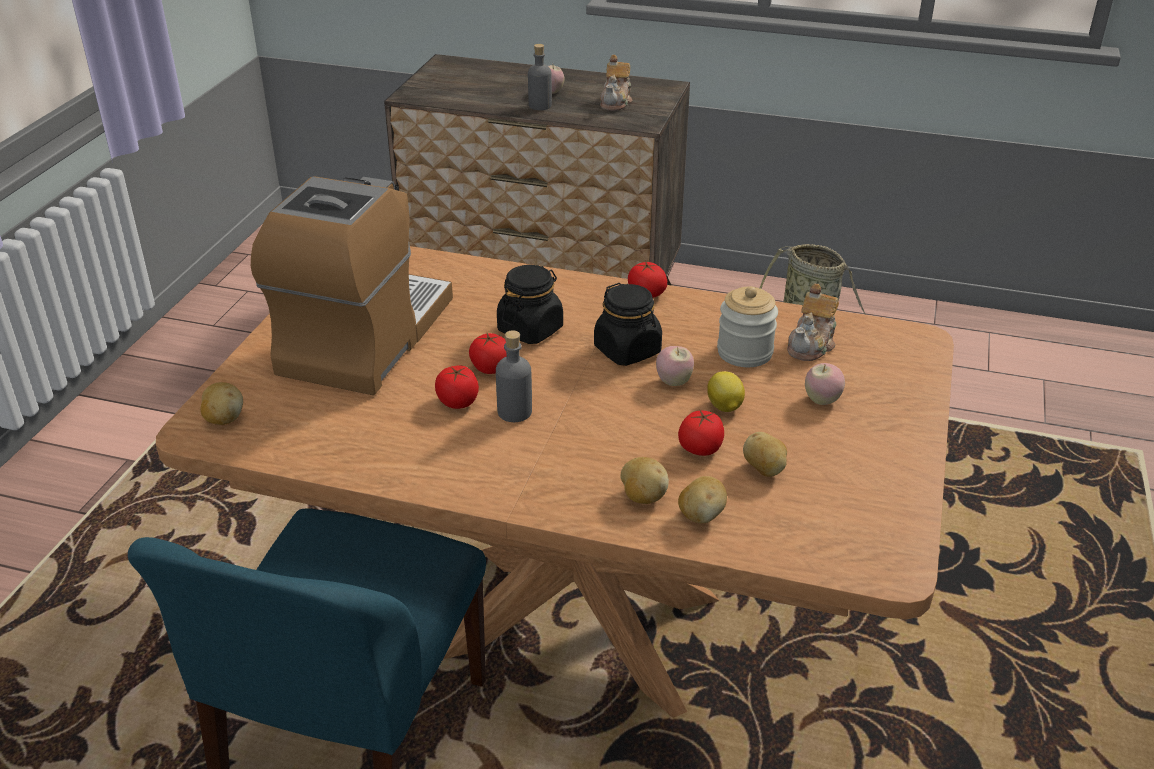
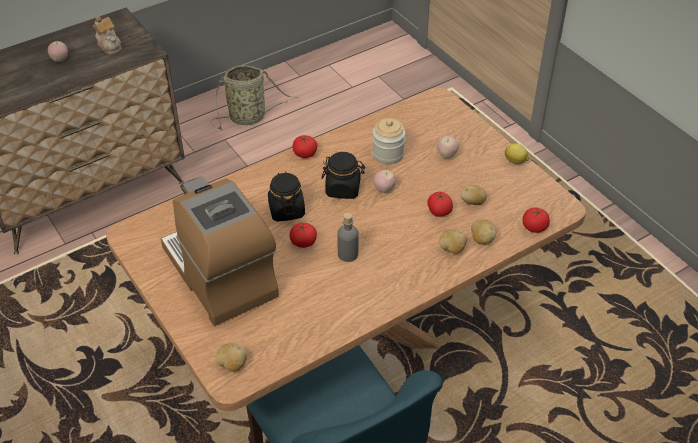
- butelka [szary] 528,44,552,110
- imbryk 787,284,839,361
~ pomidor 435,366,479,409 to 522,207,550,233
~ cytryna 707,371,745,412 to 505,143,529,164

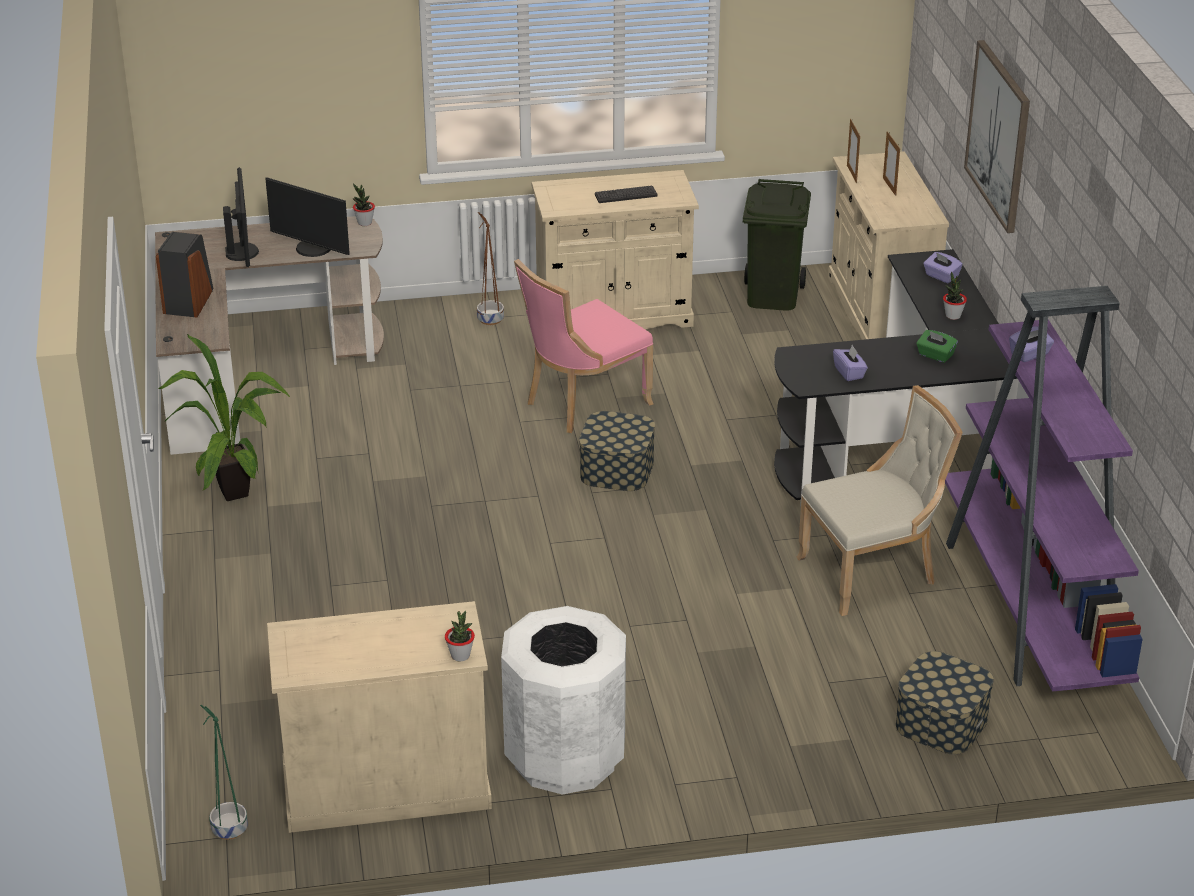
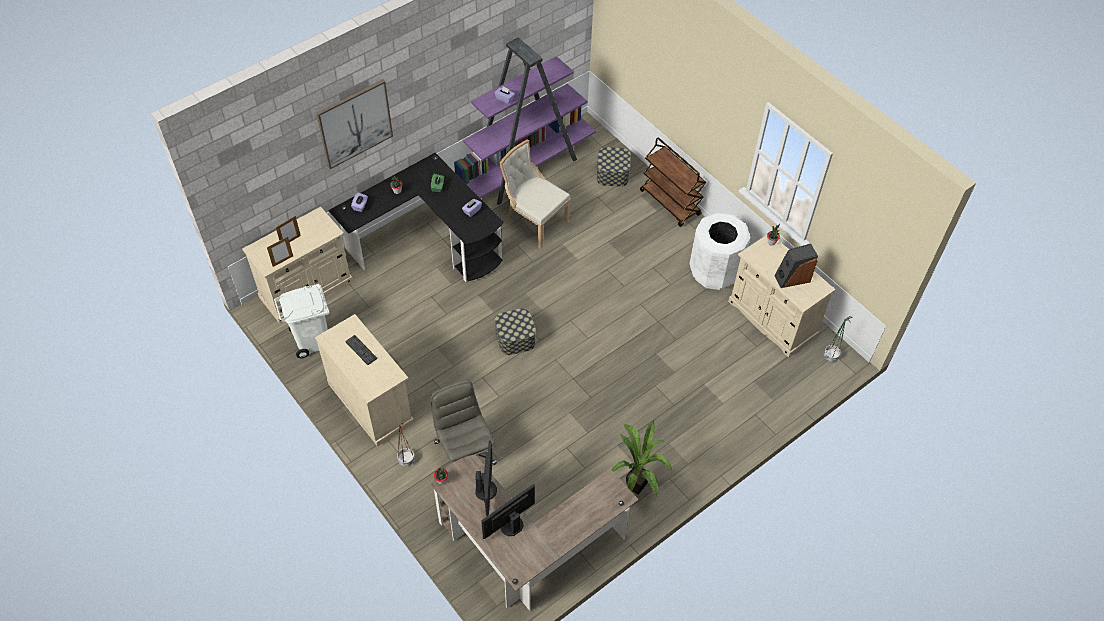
~ kosz na śmieci [zielony] 743,179,811,311 to kosz na śmieci [biały] 274,284,330,358
~ głośnik 156,232,214,317 to 774,244,818,288
- krzesło [różowy] 514,259,653,433
+ wózek [brązowy] 640,138,706,227
+ krzesło biurowe [szary] 431,380,497,465

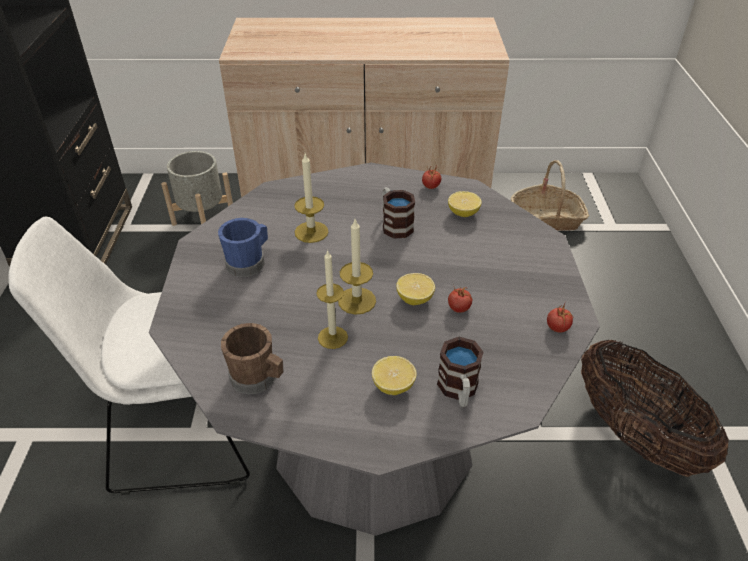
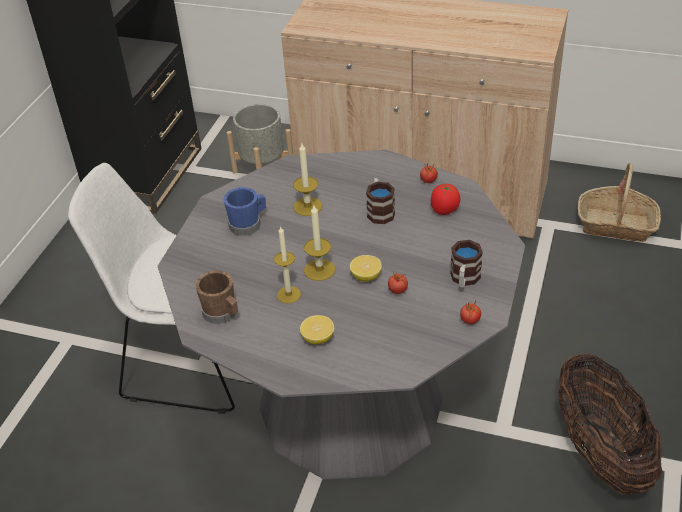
~ cytryna 448,191,482,217 to pomidor 431,184,461,215
~ kubek 437,337,484,407 to 450,240,483,289

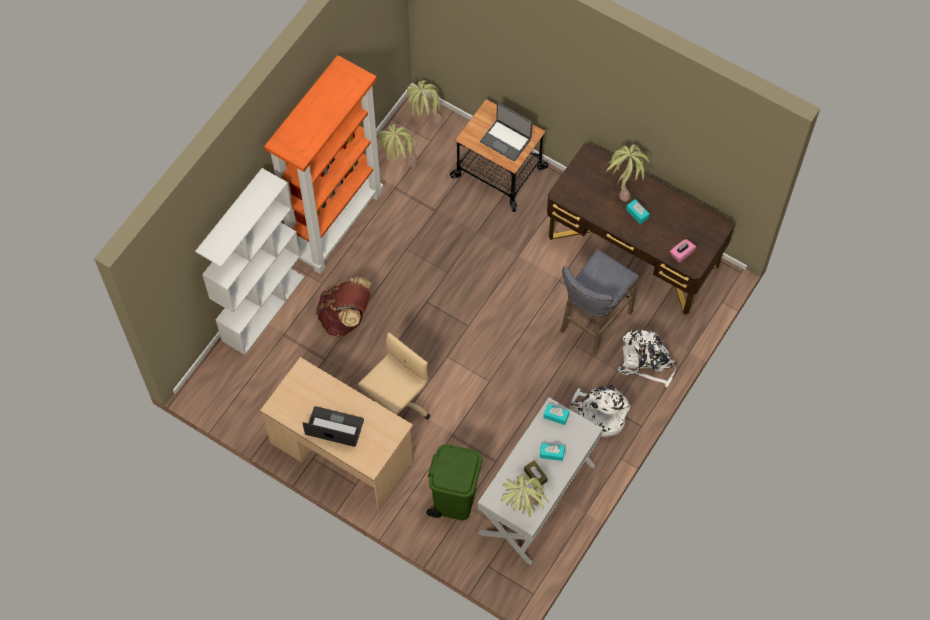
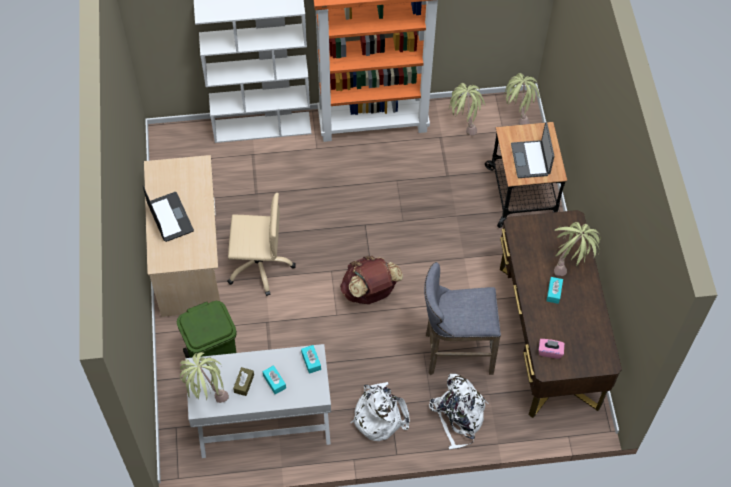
~ plecak [brązowy] 316,277,371,336 to 340,256,403,304

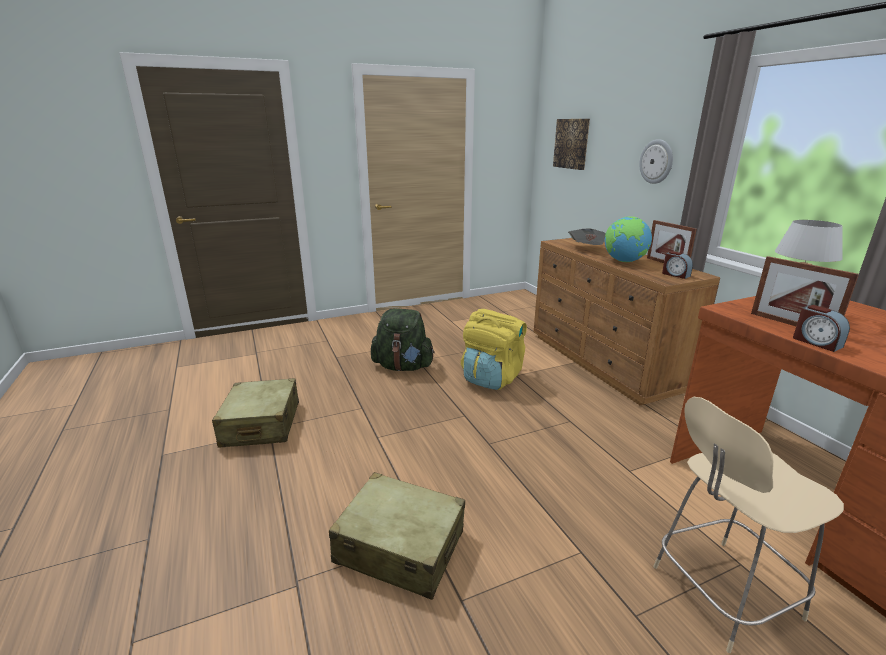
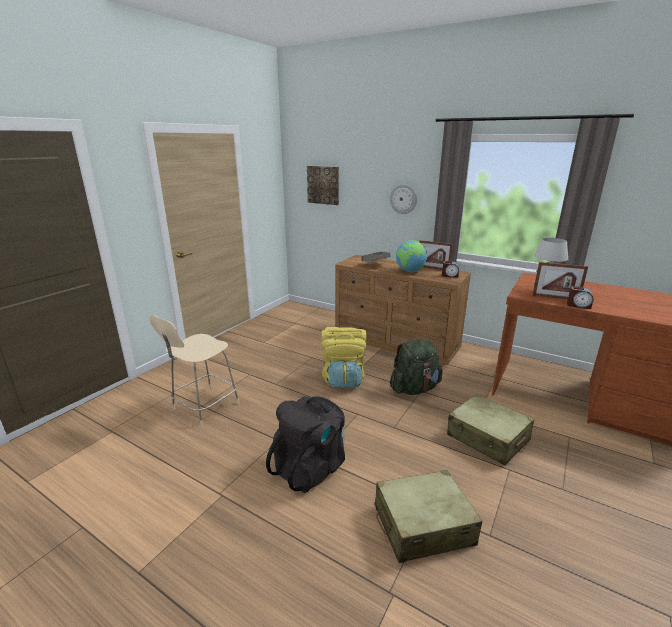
~ plecak [zielony] 371,308,435,371 to 390,339,443,395
~ walizka [beżowy] 212,378,299,448 to 447,394,534,466
~ stołek [beżowy] 653,397,844,653 to 150,315,239,427
+ plecak [czarny] 266,396,345,493

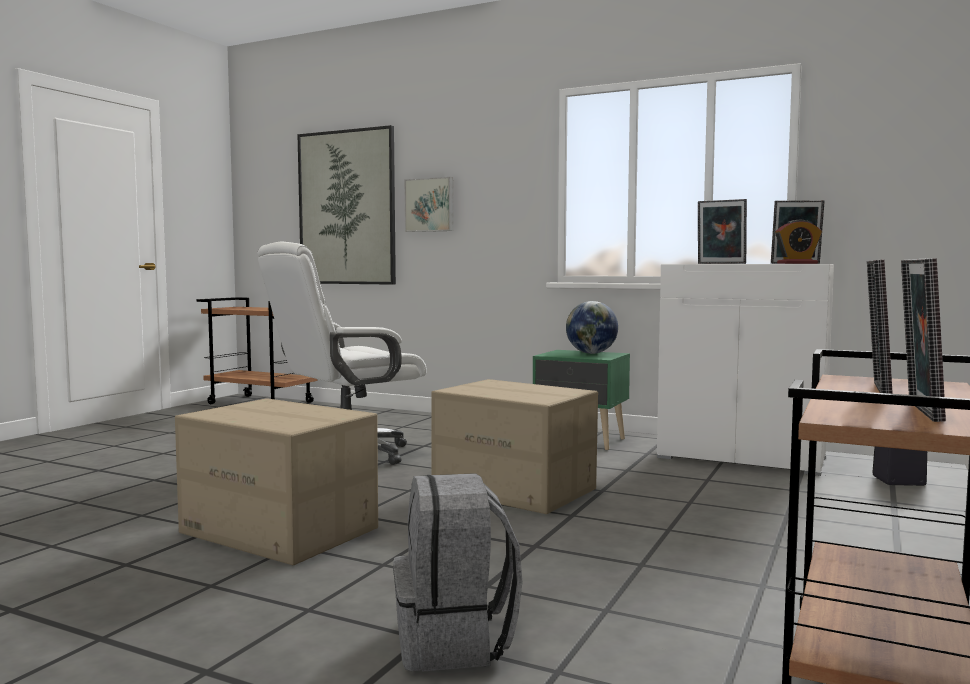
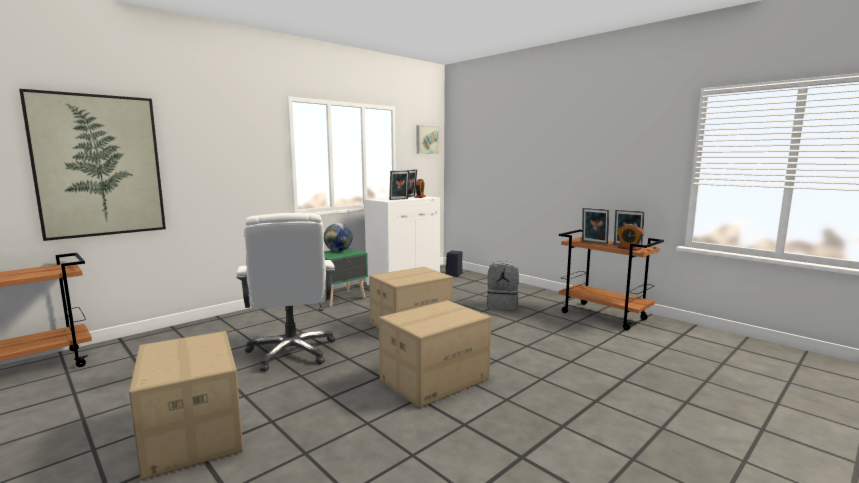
~ obraz 404,177,453,232 to 417,125,439,154
~ plecak [szary] 393,473,523,672 to 487,261,519,310
+ budzik 617,224,644,251
+ karton 129,331,243,480

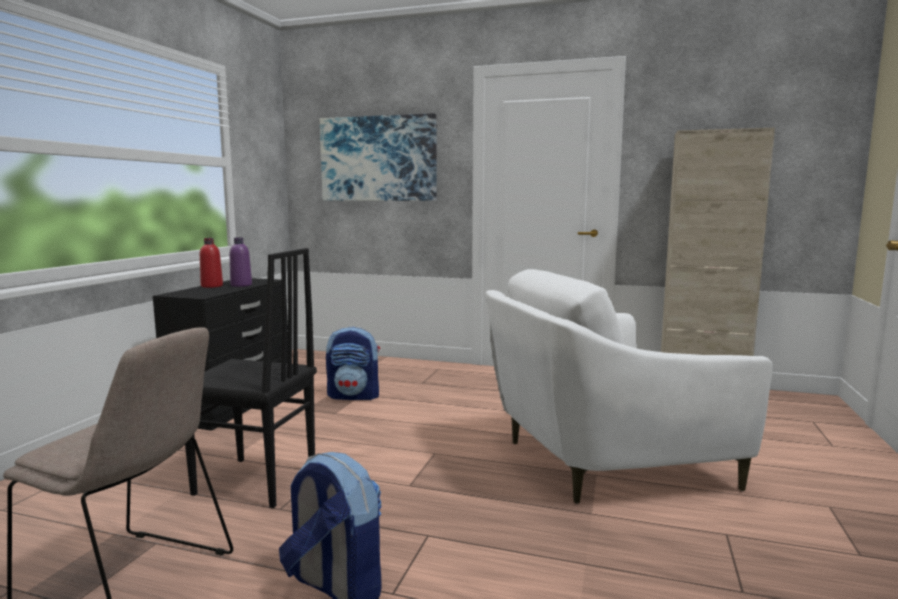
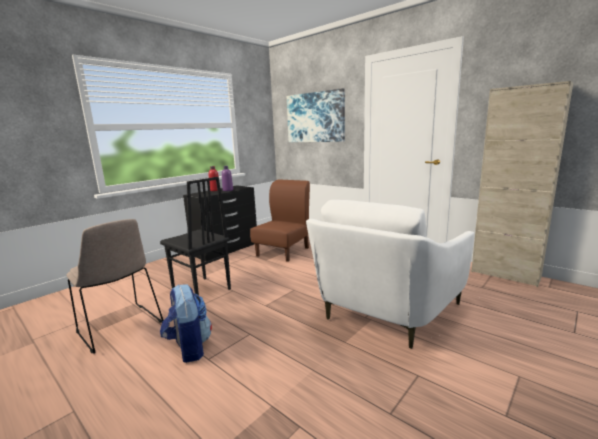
~ fotel [biały] 485,269,773,504 = 306,200,475,349 60 degrees counterclockwise
~ plecak 326,327,380,400 to krzesło [brązowy] 250,179,310,262

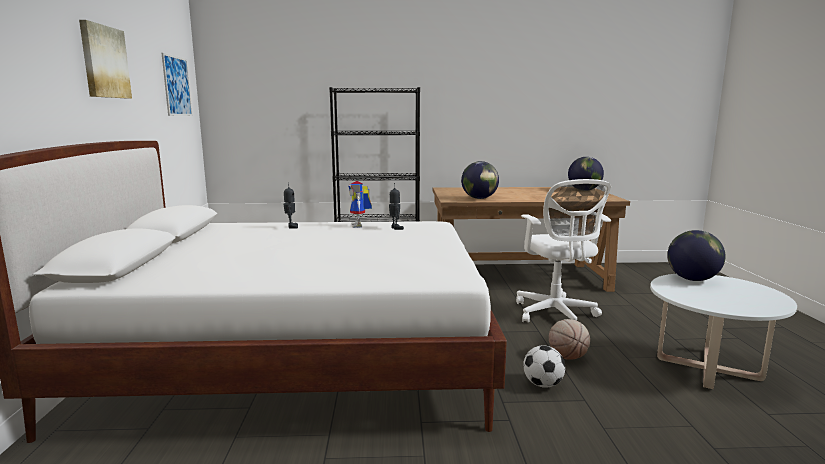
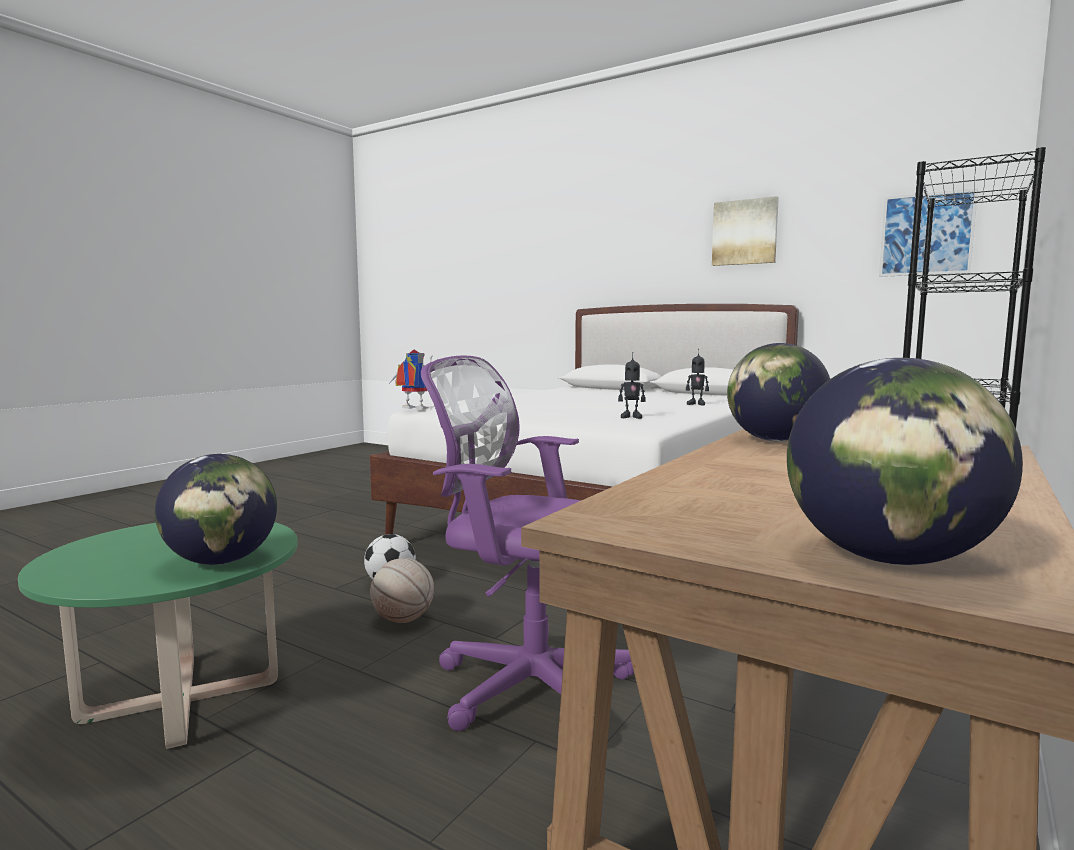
~ krzesło biurowe [biały] 516,179,611,323 to krzesło biurowe [fioletowy] 421,356,634,731
~ robot zabawkowy 348,181,372,228 to 389,349,438,409
~ ława [biały] 650,274,797,389 to ława [zielony] 18,522,298,749

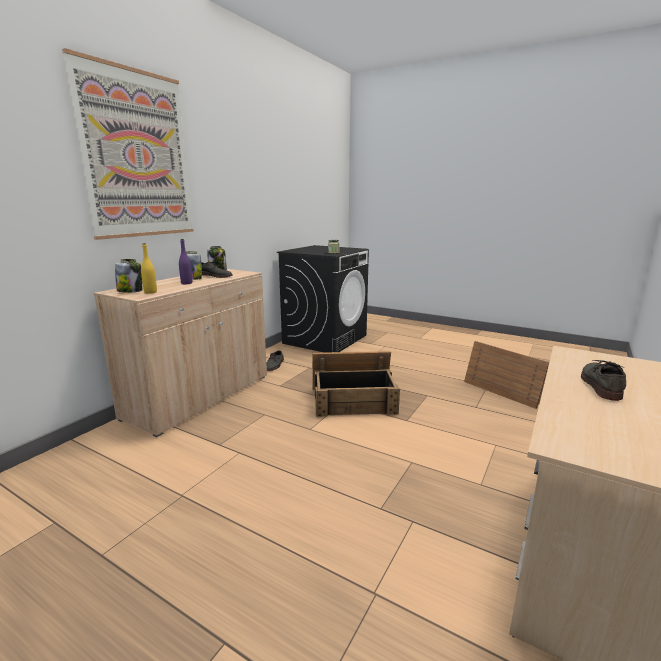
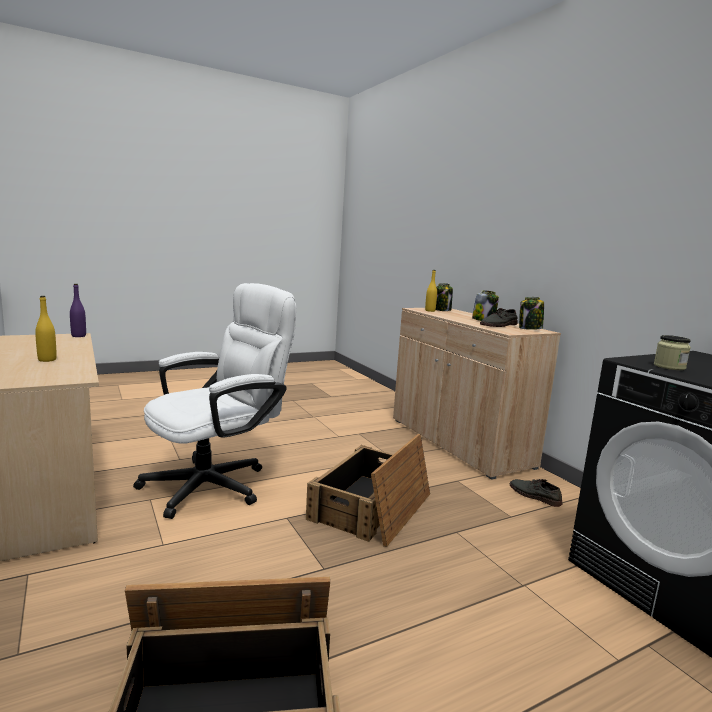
- obraz 62,48,194,240
~ butelka [fioletowy] 179,239,192,284 to 70,284,86,337
~ but [szary] 581,360,626,401 to butelka [żółty] 35,296,57,362
+ krzesło biurowe [biały] 133,283,296,519

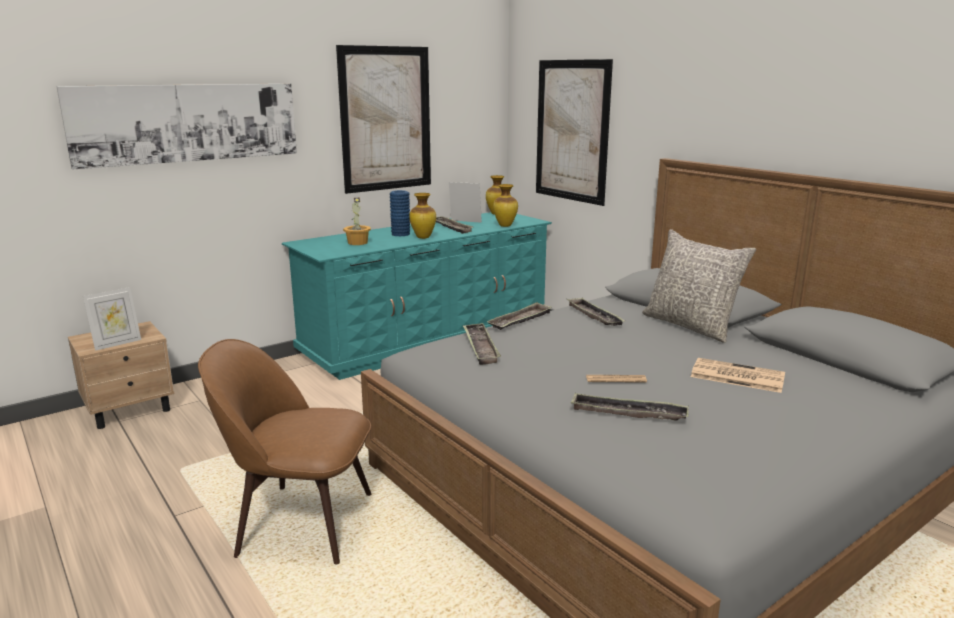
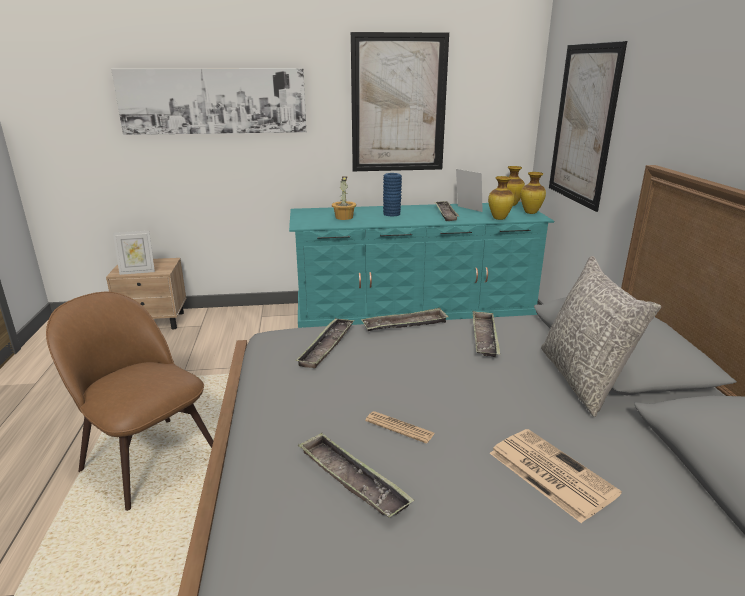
~ wazon 409,193,436,239 to 520,172,546,214

